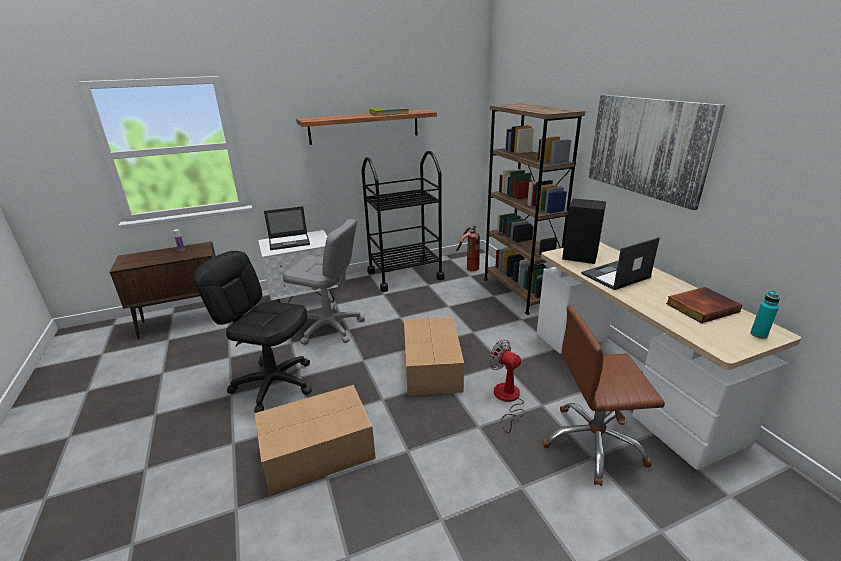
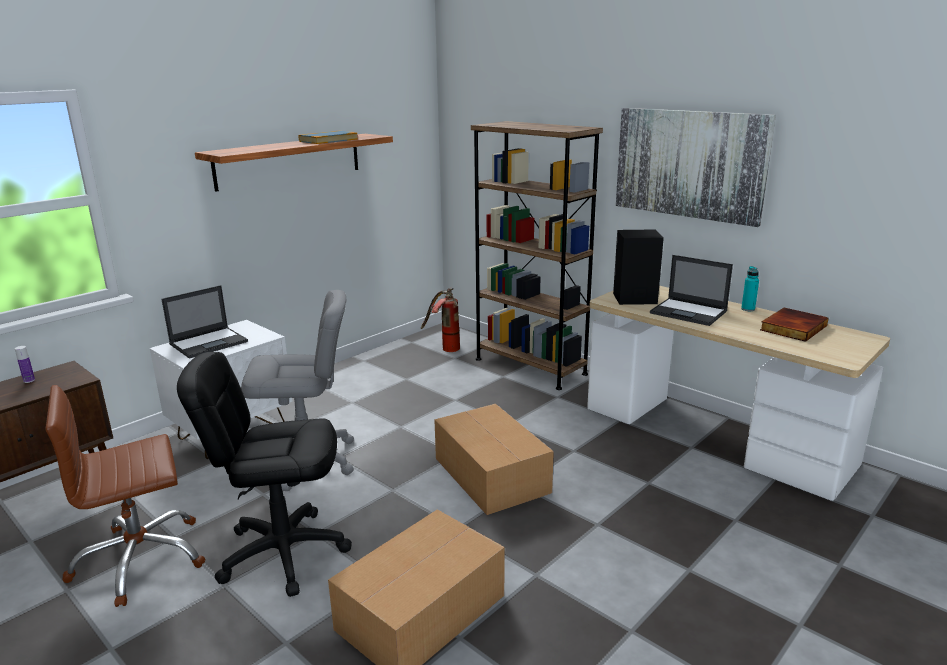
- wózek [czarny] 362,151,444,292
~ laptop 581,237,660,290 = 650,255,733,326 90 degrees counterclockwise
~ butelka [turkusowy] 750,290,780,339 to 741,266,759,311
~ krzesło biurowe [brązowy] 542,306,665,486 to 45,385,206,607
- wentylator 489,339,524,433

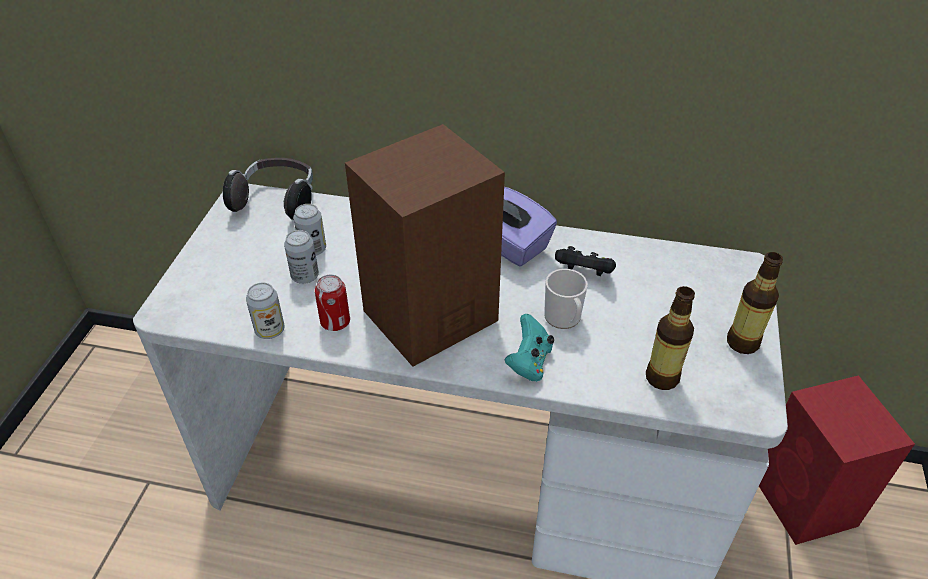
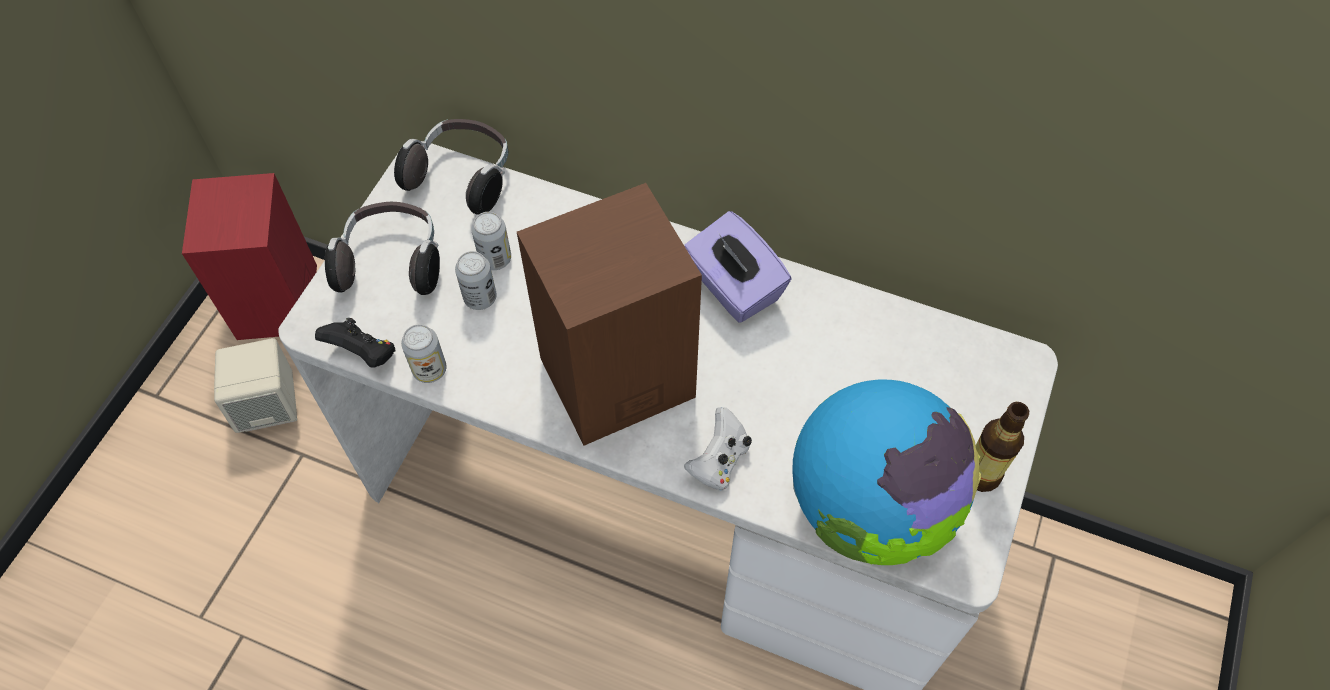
~ pad do gier [czarny] 555,246,616,276 to 315,318,395,368
- kubek 544,269,588,329
- puszka 315,275,350,331
~ butelka 646,286,695,390 to globus 792,380,981,565
~ pad do gier [turkusowy] 504,314,554,382 to pad do gier [biały] 684,407,752,491
~ głośnik [czerwony] 759,375,915,545 to 182,173,317,340
+ słuchawki 325,202,440,295
+ głośnik [beżowy] 214,338,297,433

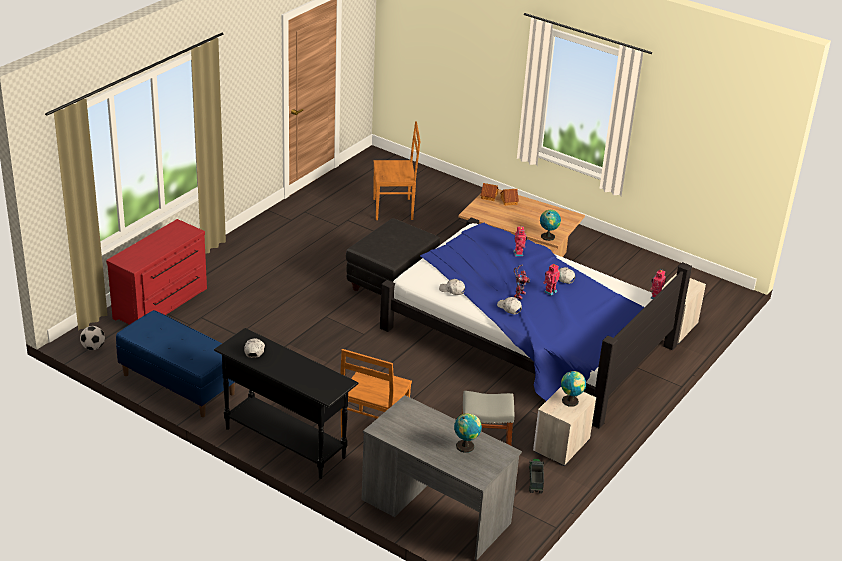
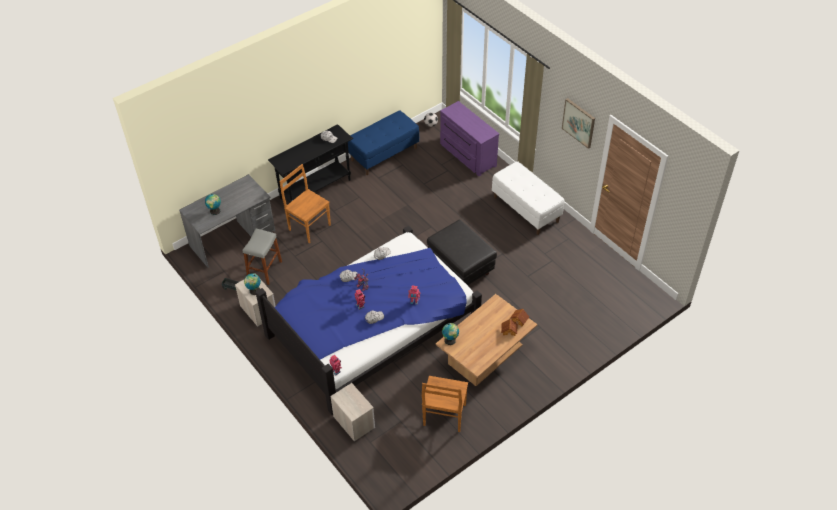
~ krzesło [brązowy] 373,121,420,220 to 422,376,468,432
~ komoda [czerwony] 106,219,207,325 to komoda [fioletowy] 440,101,499,176
+ obraz 562,98,595,149
+ ławka [biały] 492,161,564,235

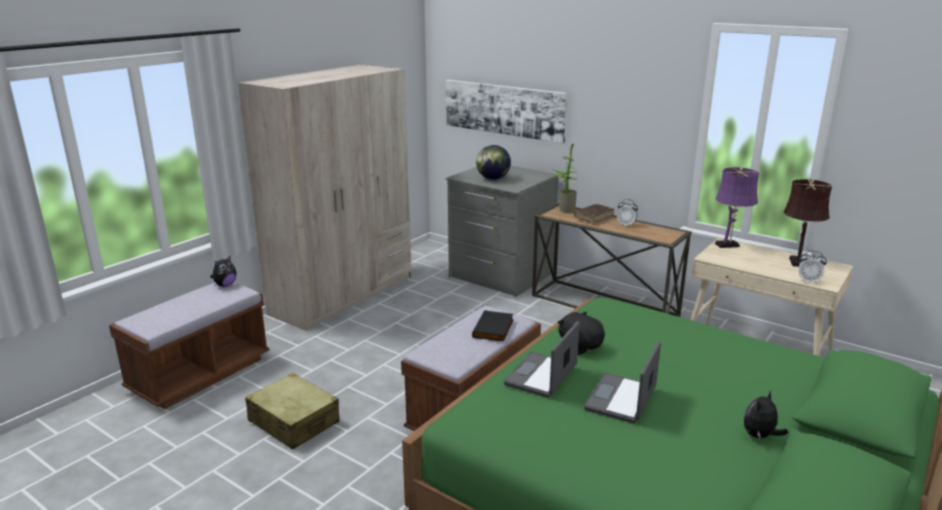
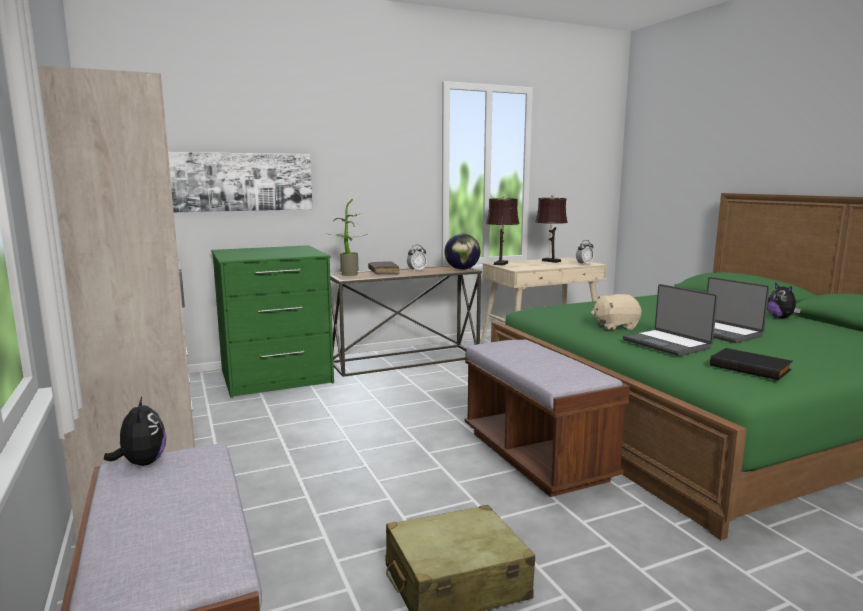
~ globus 476,145,511,180 to 444,234,480,270
~ komoda [szary] 445,166,558,297 to komoda [zielony] 211,245,334,398
~ lampa stołowa [fioletowy] 715,167,759,248 to lampa stołowa [brązowy] 486,195,520,266
~ książka [czarny] 472,310,514,342 to 710,348,793,380
~ pluszak [czarny] 558,312,605,355 to pluszak [beżowy] 591,294,641,330

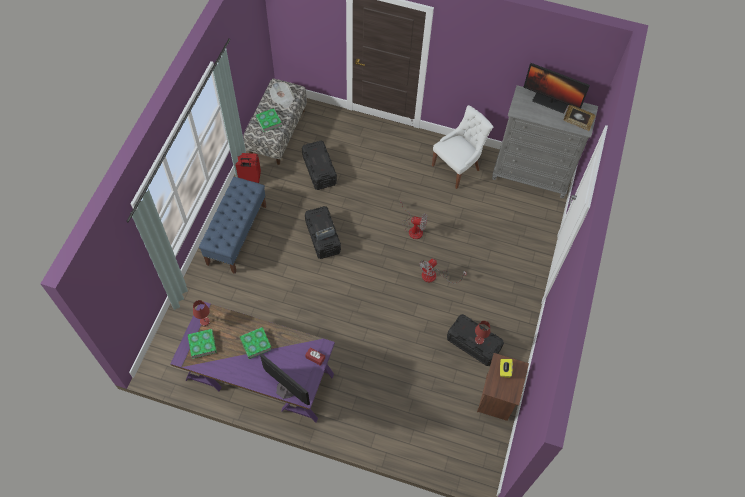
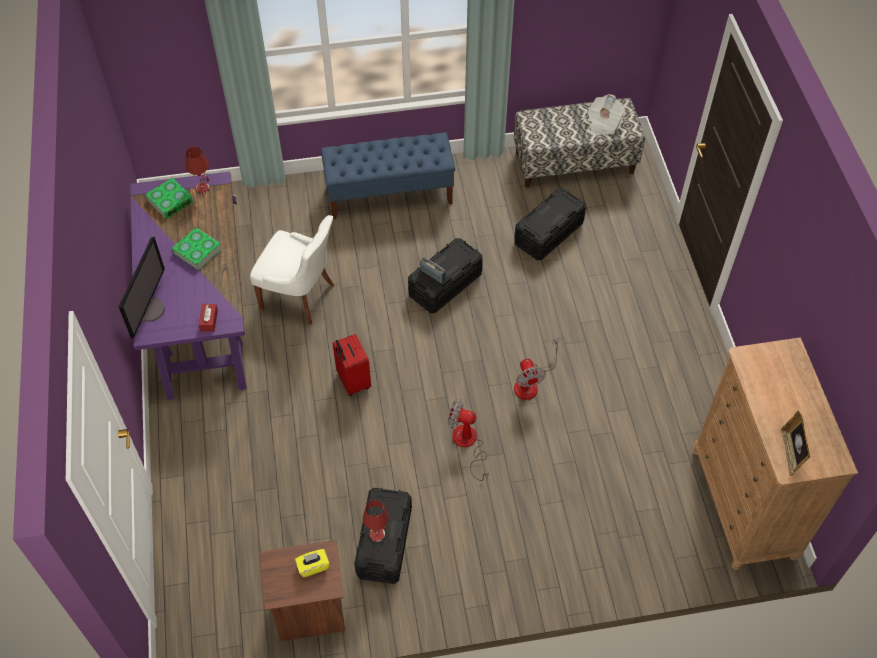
- monitor 523,63,590,114
~ komoda [szary] 492,85,598,199 to komoda [brązowy] 693,337,858,570
~ krzesło [biały] 432,105,493,189 to 250,215,334,325
- książka 256,108,282,132
~ walizka [czerwony] 235,153,261,183 to 333,334,371,396

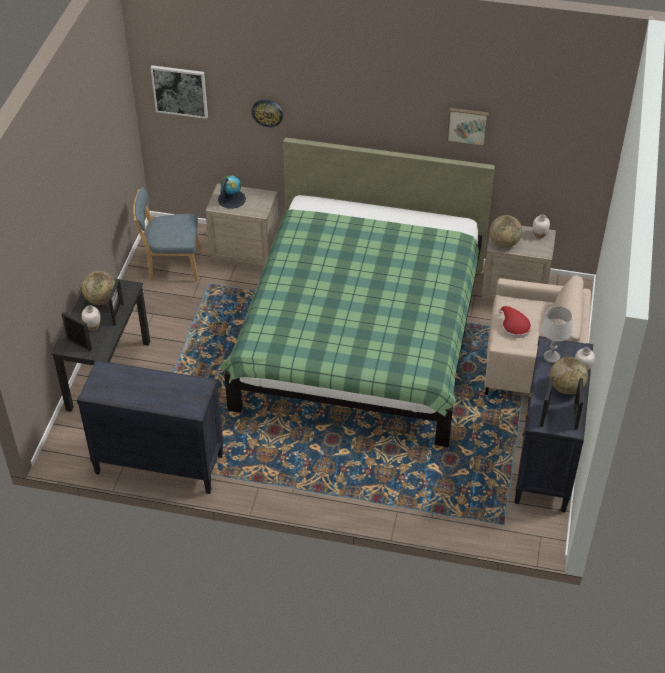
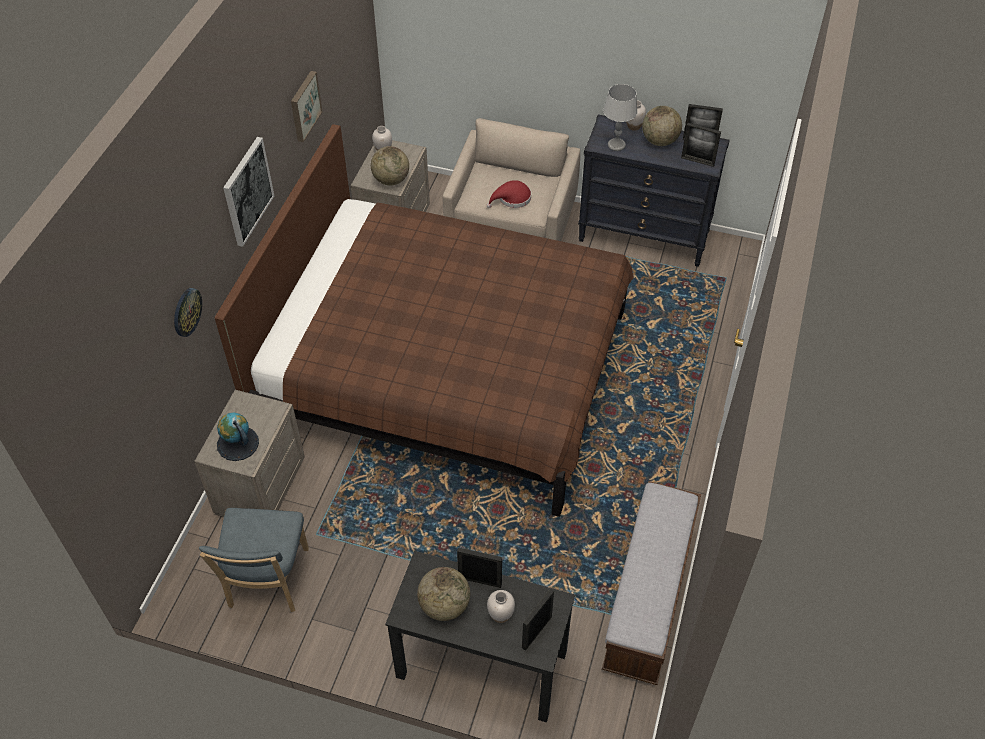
~ obraz 150,65,208,119 to 223,137,274,247
~ łóżko [zielony] 220,137,495,447 to łóżko [brązowy] 214,124,634,517
~ komoda [czarny] 77,360,224,494 to ławka 602,481,701,685

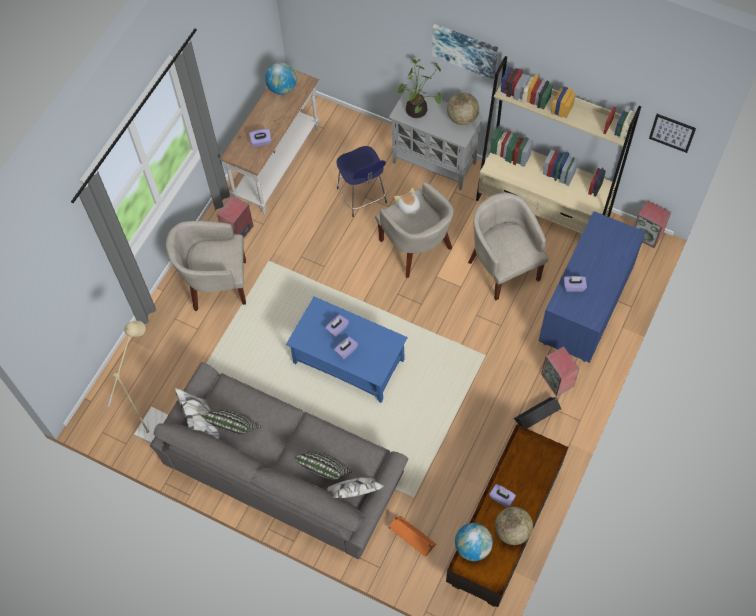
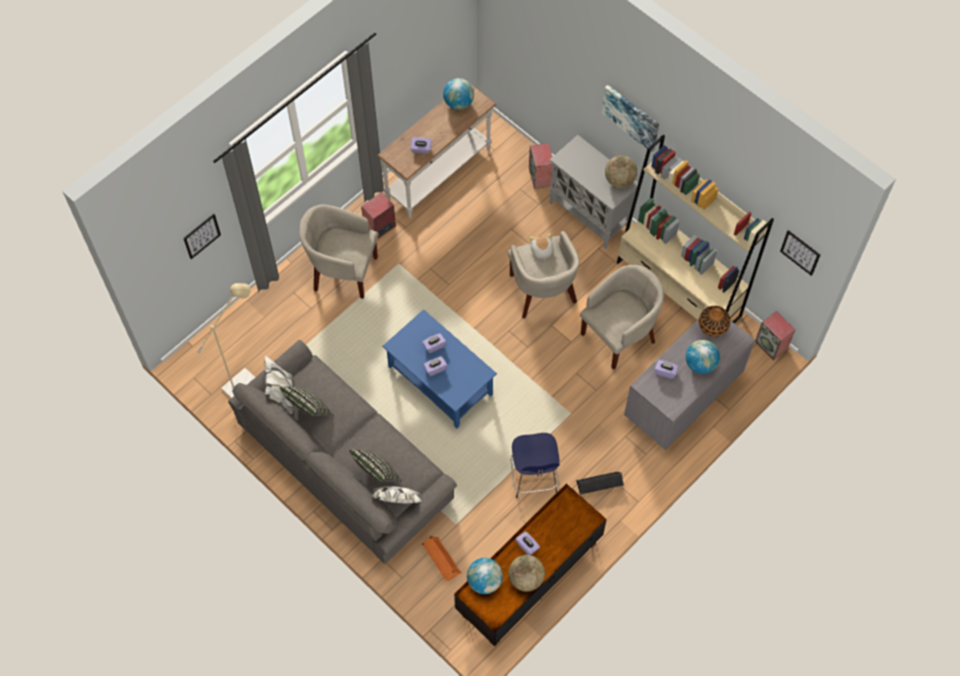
- roślina doniczkowa 397,59,442,118
~ stołek [niebieski] 336,146,387,217 to 510,433,560,498
~ fotel [beżowy] 468,192,548,300 = 580,265,664,370 60 degrees clockwise
~ komoda [niebieski] 539,211,646,363 to komoda [szary] 624,319,755,450
~ głośnik 541,346,580,396 to 529,143,553,189
+ obraz 183,214,221,259
+ wazon 699,306,730,337
+ globus 686,340,720,374

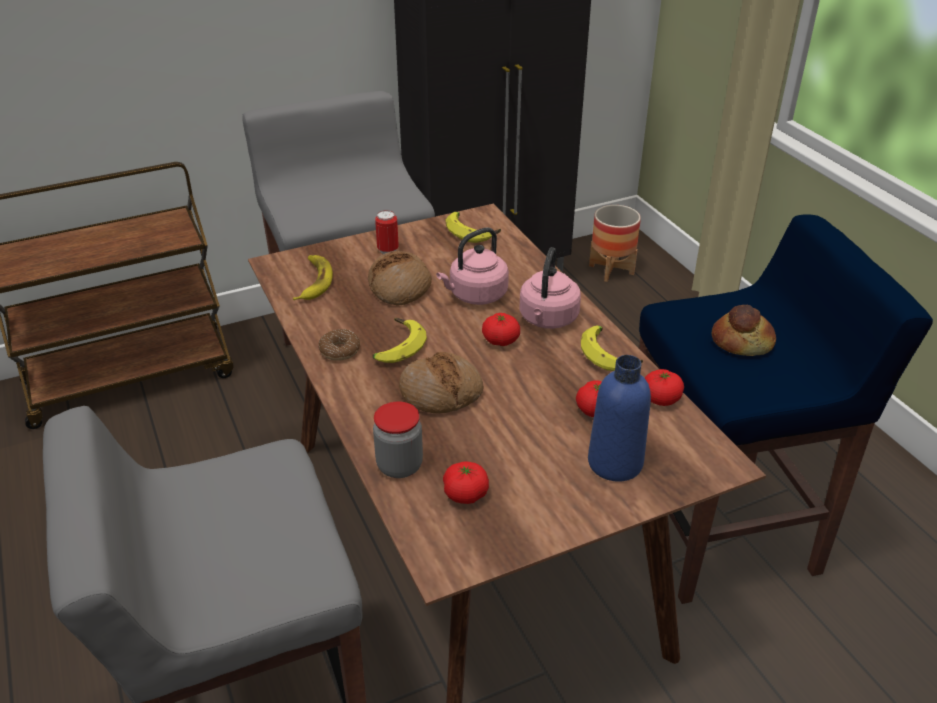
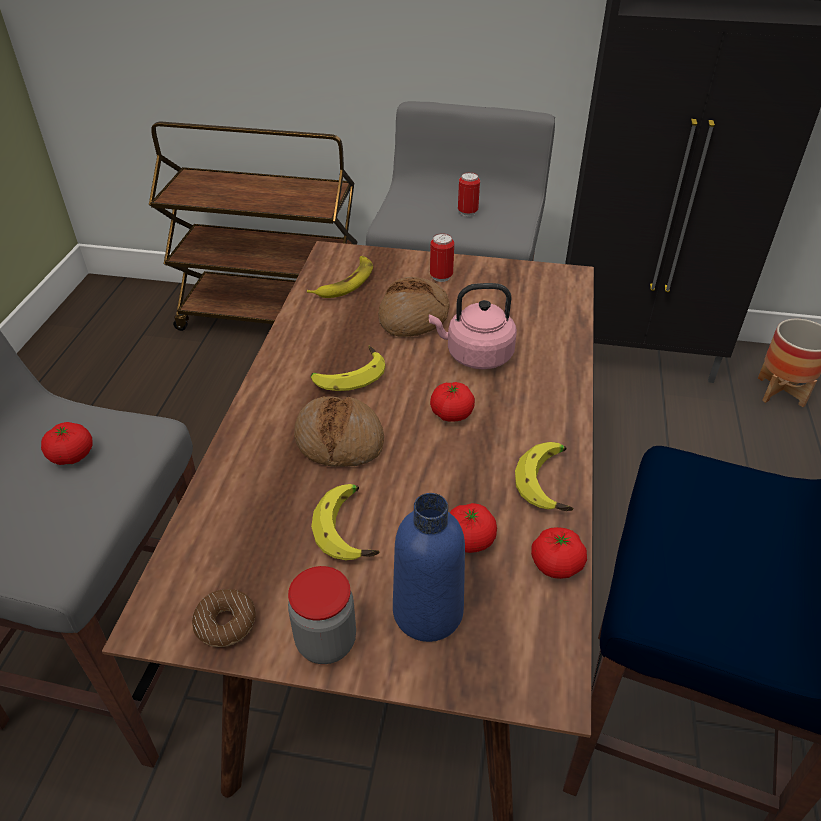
~ banan 446,212,501,243 to 311,484,380,560
- czajnik [różowy] 519,247,581,329
- chleb 712,305,776,356
~ donut 318,329,360,361 to 192,589,256,647
~ słoik 373,401,423,478 to 288,566,356,664
~ pomidor 443,461,489,504 to 41,422,93,465
+ puszka 458,172,480,216

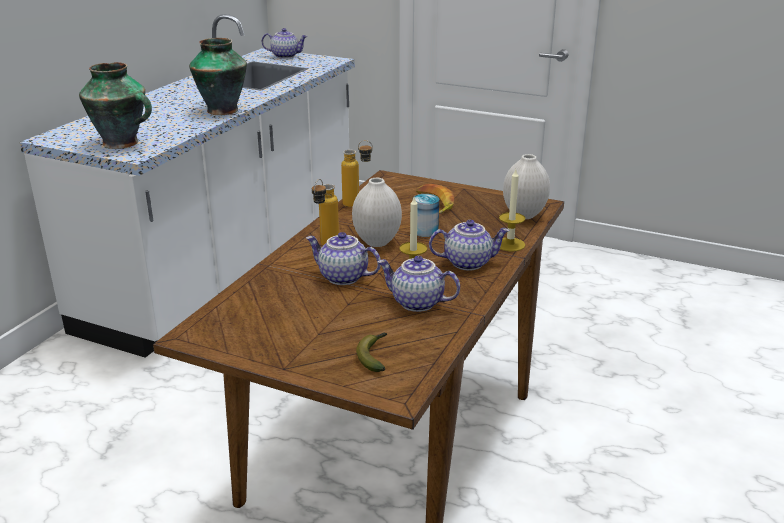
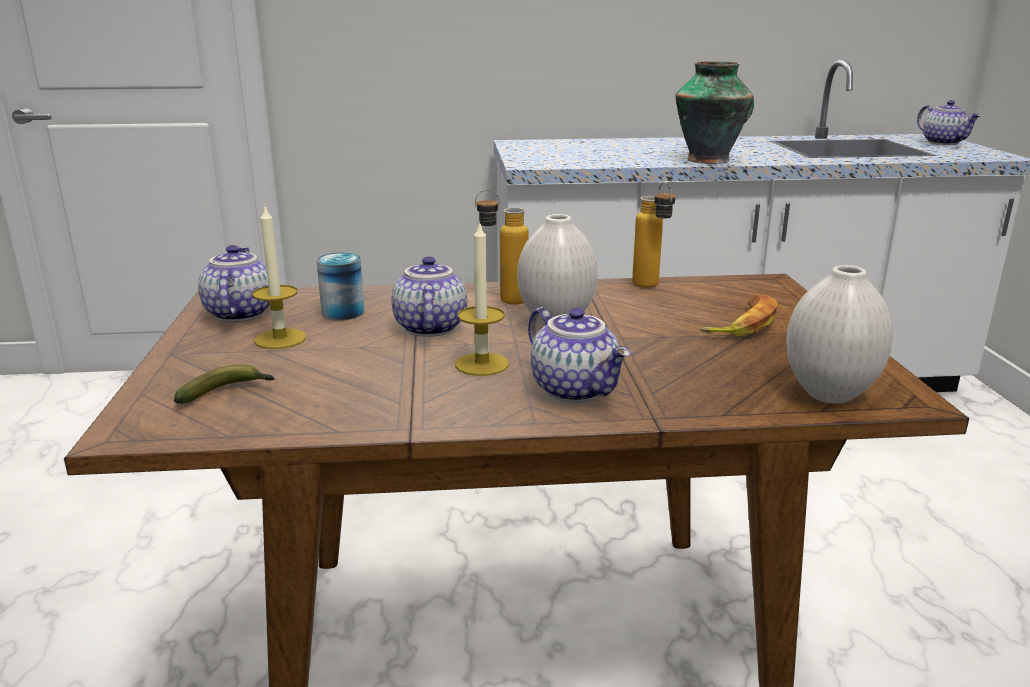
- wazon 79,62,152,149
~ świeca 499,170,526,251 to 252,204,306,349
~ puszka 414,194,439,237 to 316,253,364,320
~ imbryk 377,256,460,312 to 198,245,270,322

